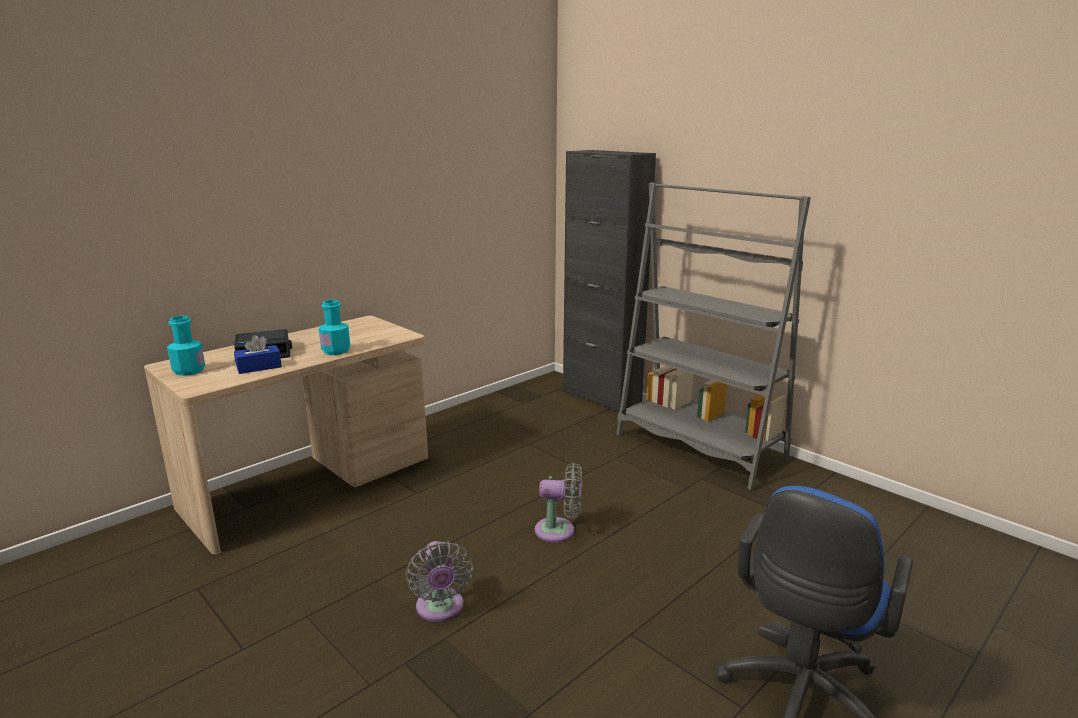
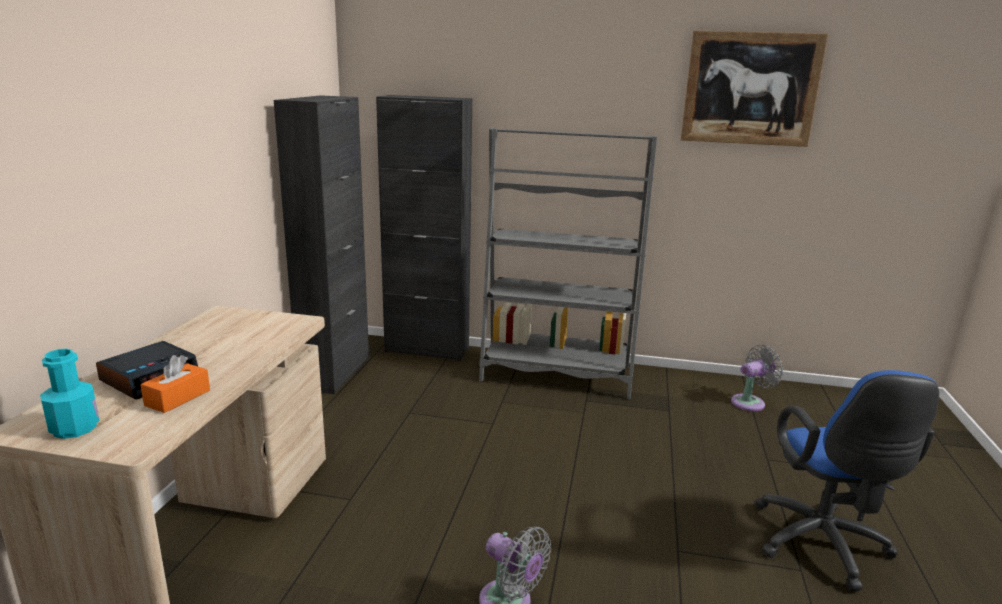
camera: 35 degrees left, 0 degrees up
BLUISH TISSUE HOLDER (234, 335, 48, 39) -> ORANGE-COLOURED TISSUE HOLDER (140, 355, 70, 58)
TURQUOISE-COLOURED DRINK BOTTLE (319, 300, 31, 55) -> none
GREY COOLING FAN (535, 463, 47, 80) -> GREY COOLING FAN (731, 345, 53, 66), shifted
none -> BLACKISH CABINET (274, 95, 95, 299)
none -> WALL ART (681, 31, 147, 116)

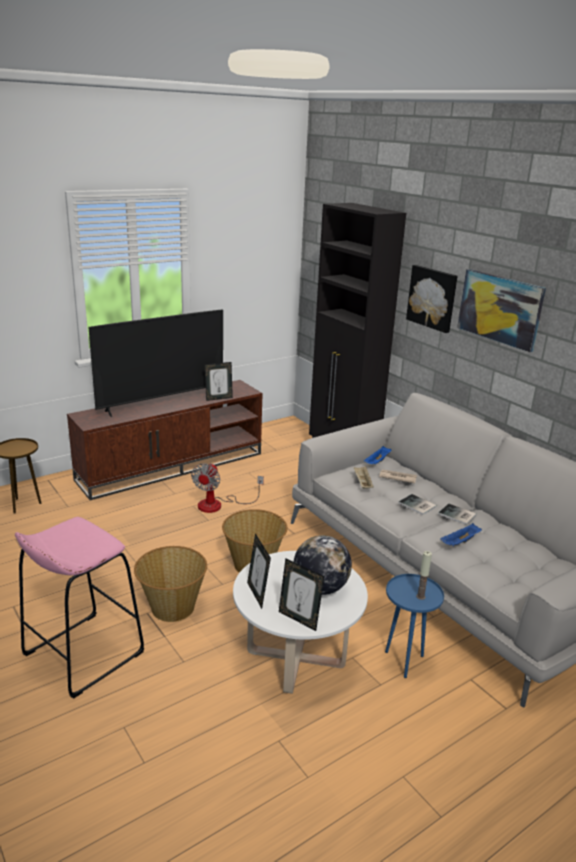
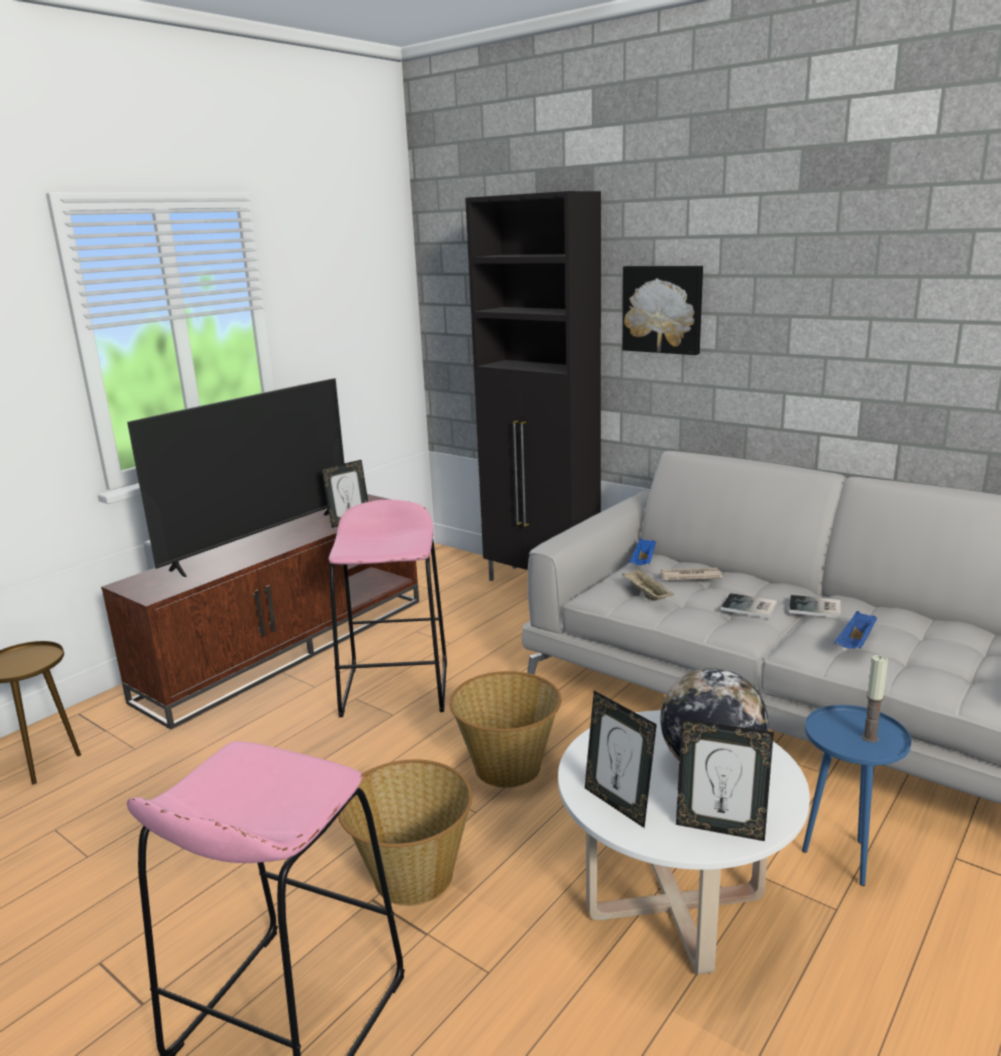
camera: 15 degrees left, 5 degrees down
COOLING FAN (191, 463, 73, 50) -> PINK-COLOURED STOOL (328, 500, 119, 217)
WALL ART (457, 269, 89, 83) -> none

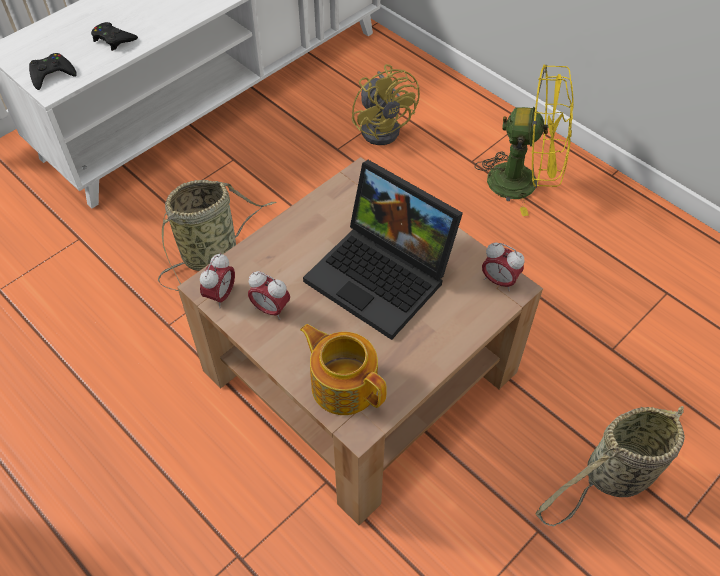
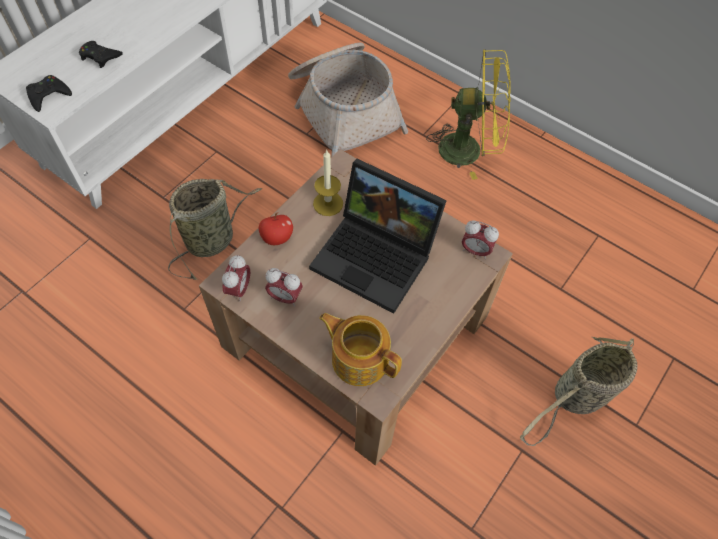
camera: 10 degrees left, 5 degrees up
YELLOW-COLOURED COOLING FAN (352, 64, 68, 81) -> STORAGE BASKET (288, 42, 121, 115)
none -> WHOLE APPLE (259, 212, 34, 33)
none -> CANDLE (313, 150, 30, 66)

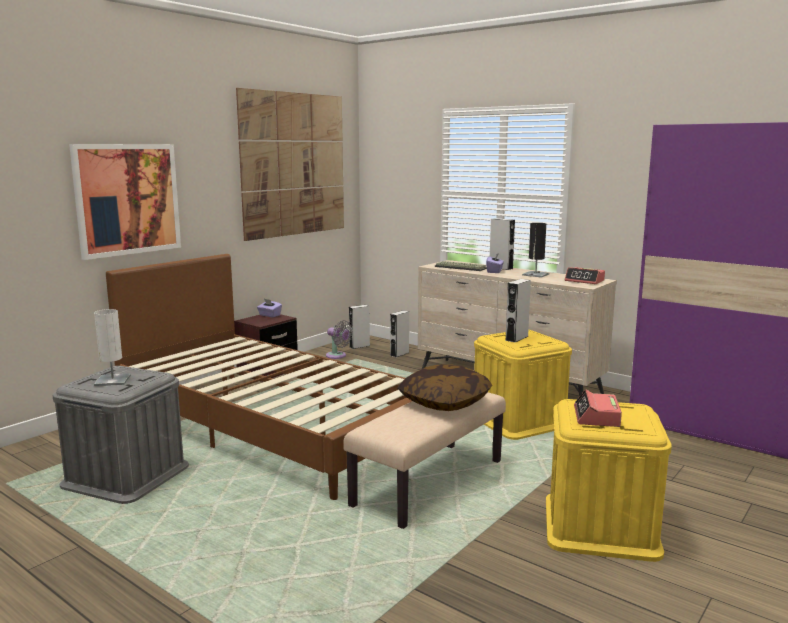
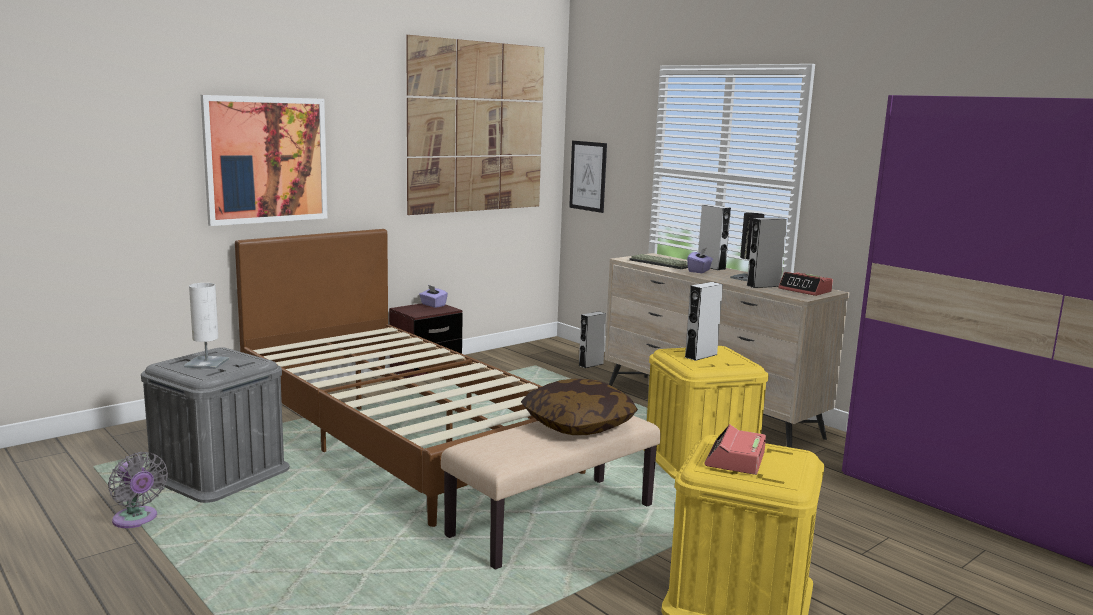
camera: 10 degrees right, 0 degrees up
GREY COOLING FAN (326, 320, 27, 39) -> GREY COOLING FAN (108, 452, 60, 76), shifted
GREY SPEAKER (349, 305, 21, 44) -> GREY SPEAKER (746, 218, 41, 70), shifted
none -> WALL ART (569, 141, 38, 72)

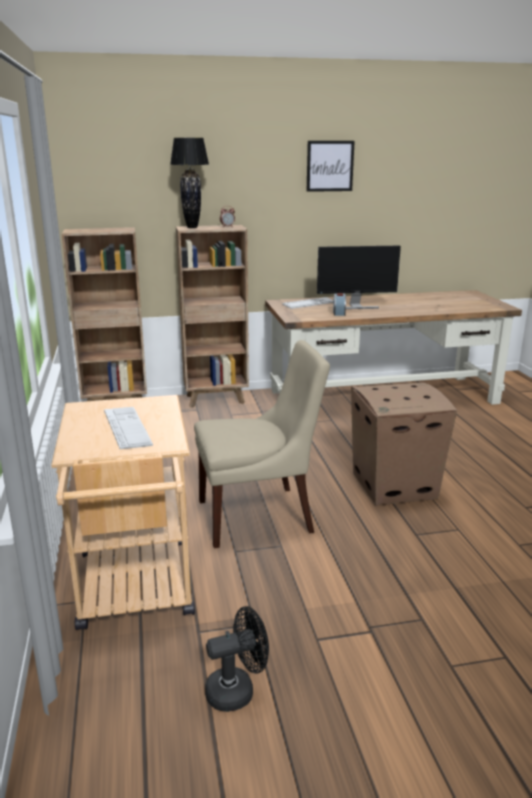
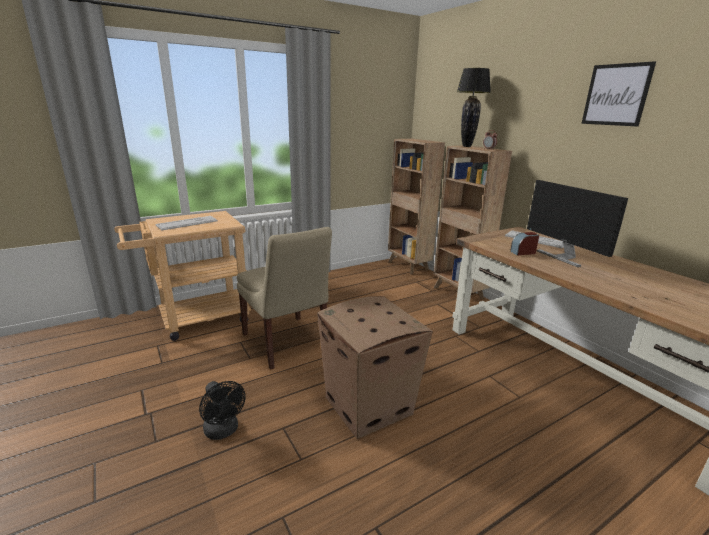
camera: 70 degrees right, 0 degrees up
BLACKISH COOLING FAN (205, 606, 64, 106) -> BLACKISH COOLING FAN (199, 381, 47, 59), shifted

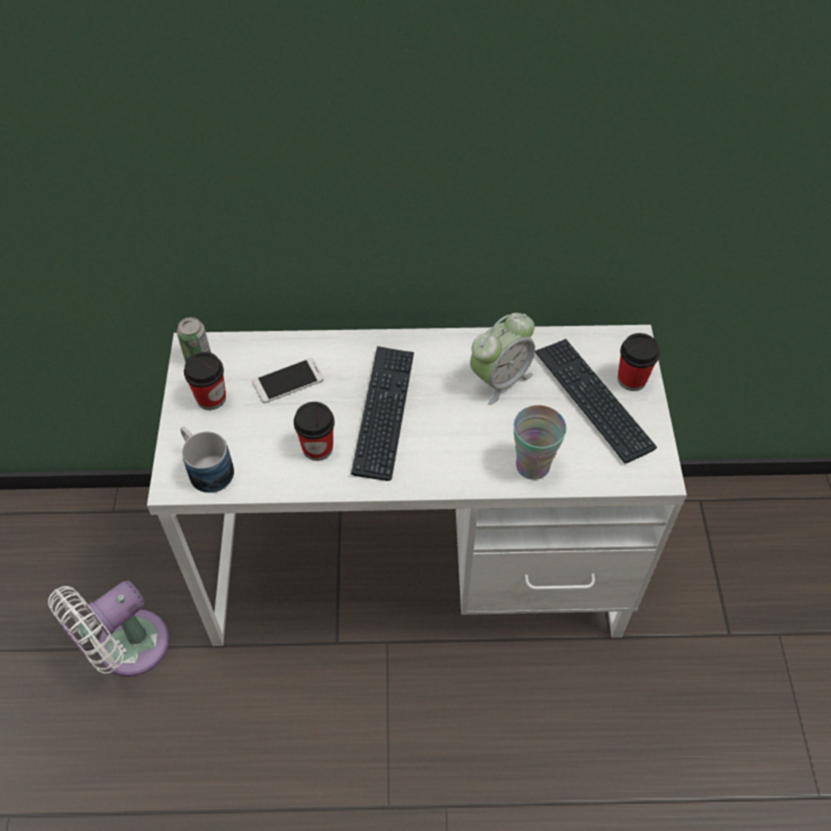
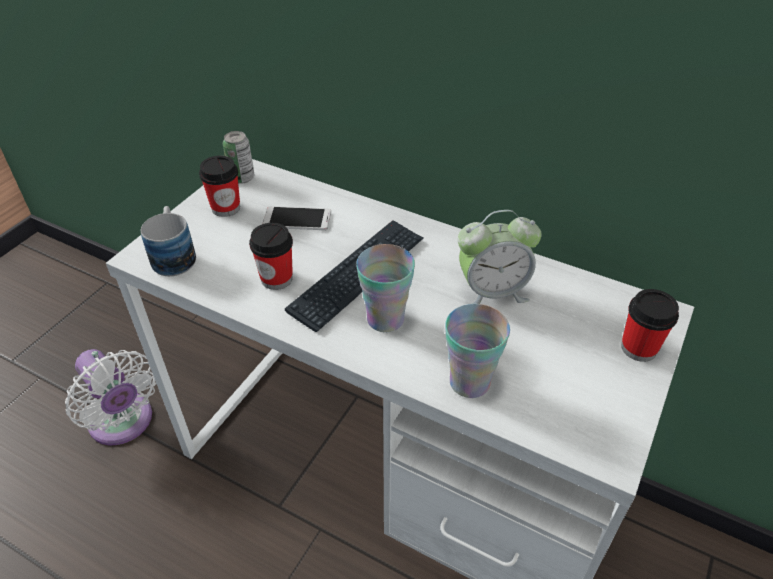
camera: 30 degrees right, 10 degrees down
WHITE-COLOURED COOLING FAN (48, 581, 121, 96) -> WHITE-COLOURED COOLING FAN (65, 349, 91, 96), 120 degrees counterclockwise
KEYBOARD (535, 339, 122, 125) -> none
none -> DRINKING CUP (356, 244, 59, 88)

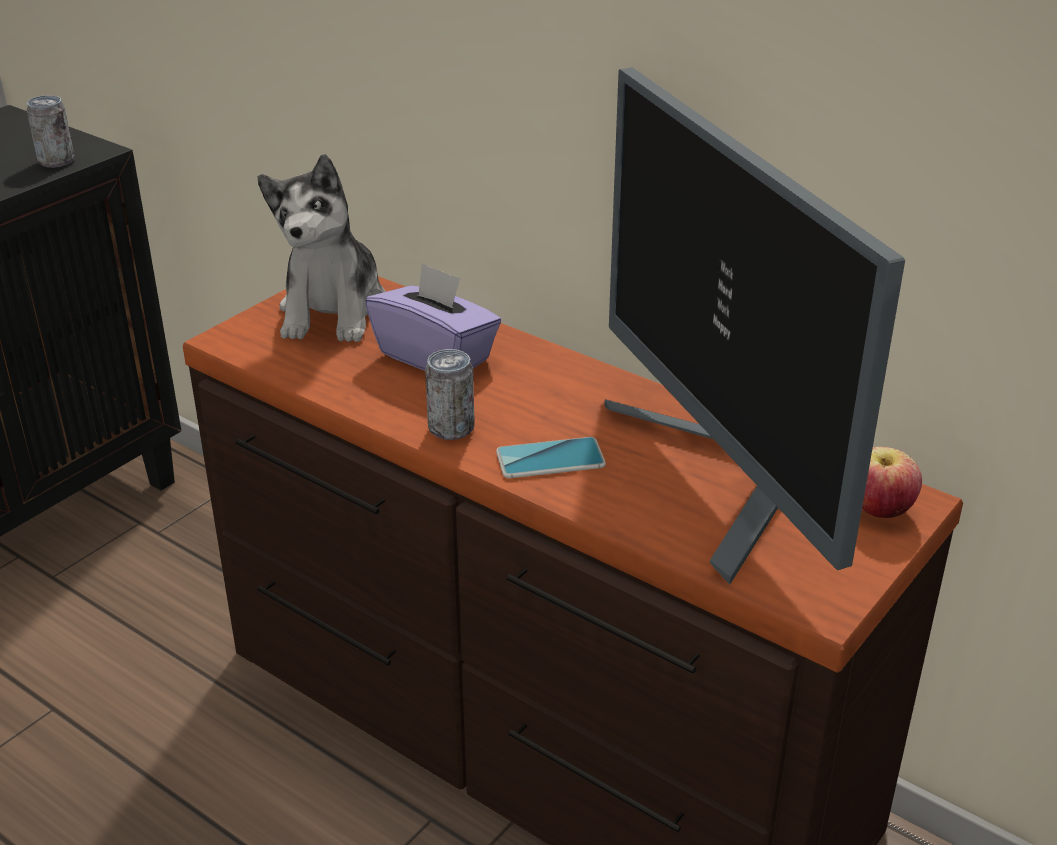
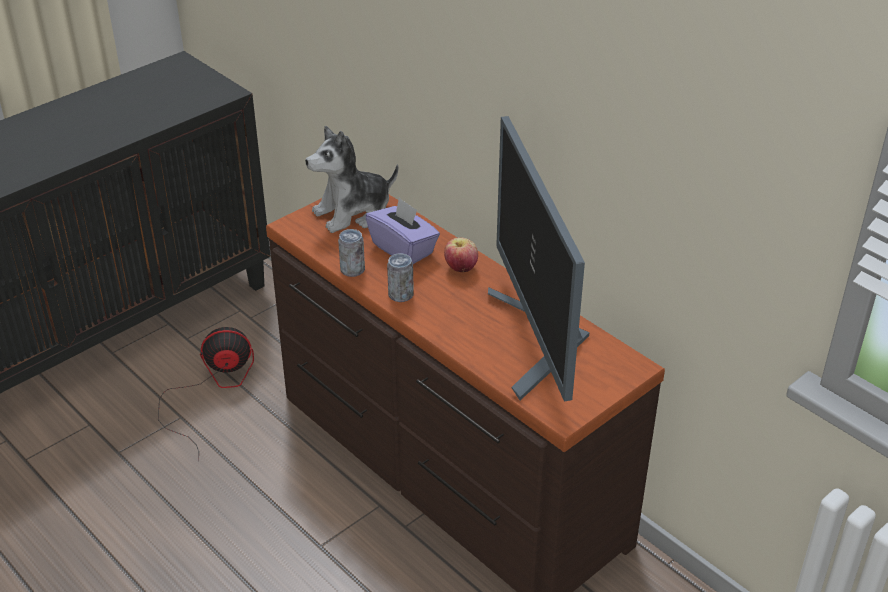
camera: 10 degrees right, 5 degrees up
CAN (27, 95, 48, 73) -> CAN (338, 229, 27, 48), shifted
PLUSH TOY (258, 154, 128, 188) -> PLUSH TOY (305, 126, 93, 107), 45 degrees clockwise
PHONE (496, 437, 110, 41) -> none
WHOLE APPLE (862, 447, 60, 71) -> WHOLE APPLE (444, 237, 34, 35), shifted
none -> COOLING FAN (158, 327, 96, 134)

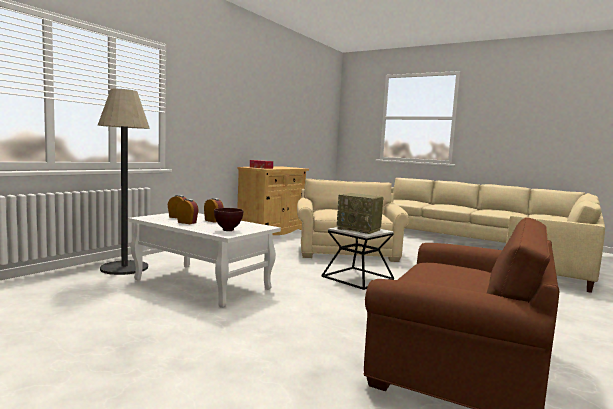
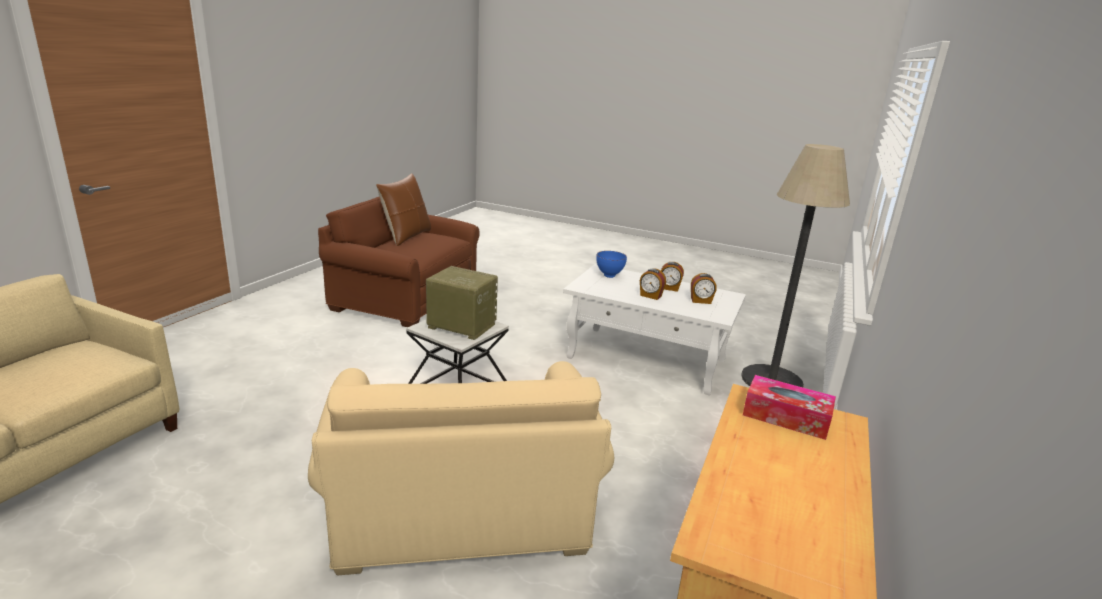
camera: 170 degrees right, 15 degrees up
BROWNISH BOWL (214, 208, 29, 23) -> BLUISH BOWL (596, 251, 31, 27)
none -> BROWNISH THROW PILLOW (376, 173, 55, 73)

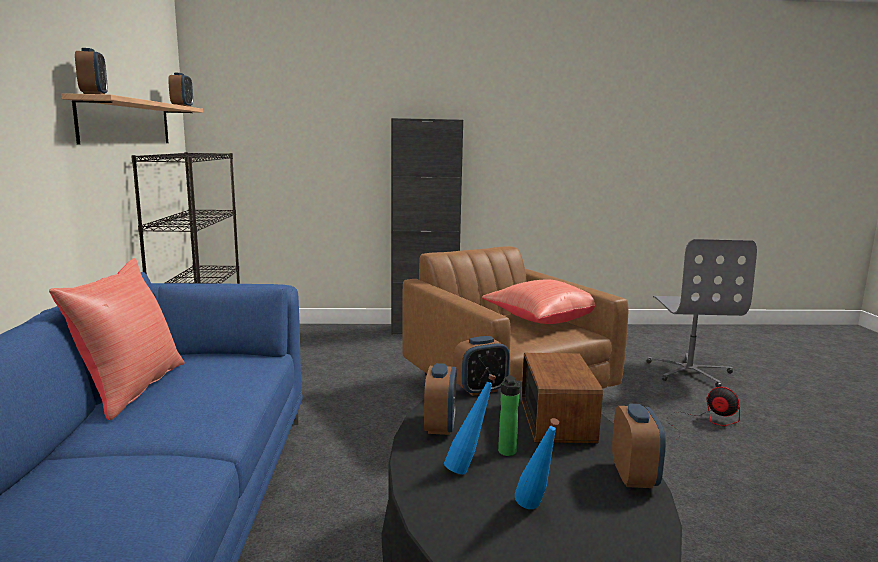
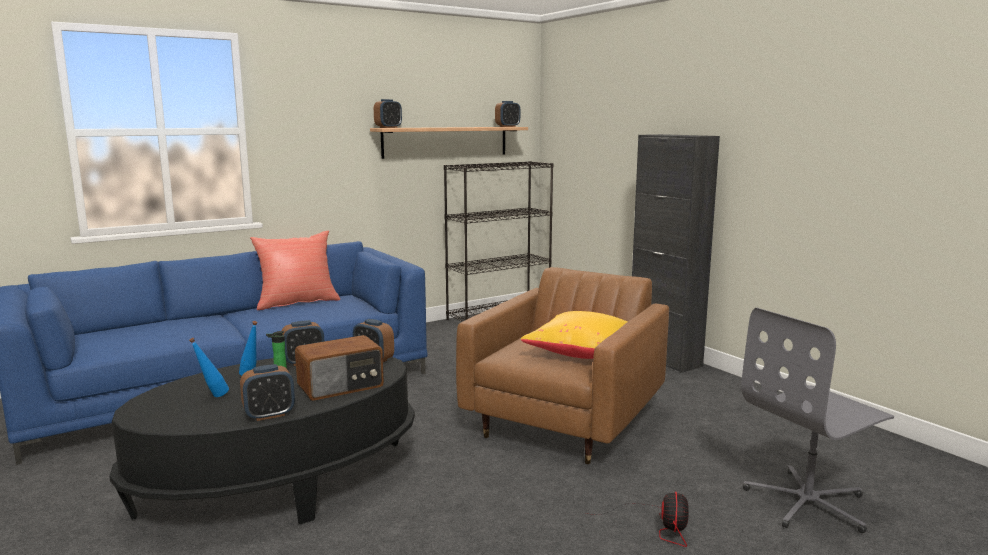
camera: 60 degrees right, 0 degrees up
RED-COLOURED THROW PILLOW (482, 279, 114, 45) -> YELLOW-COLOURED THROW PILLOW (521, 311, 106, 48)

